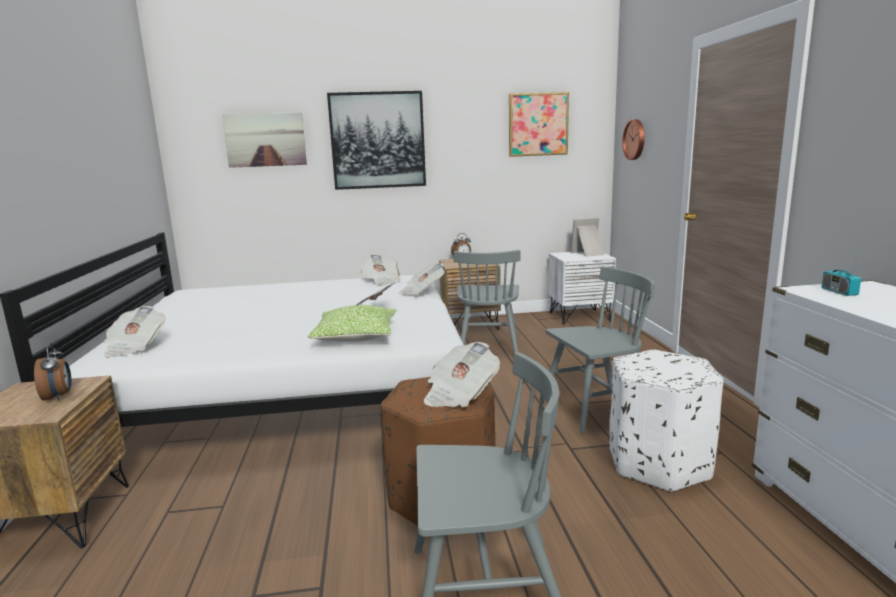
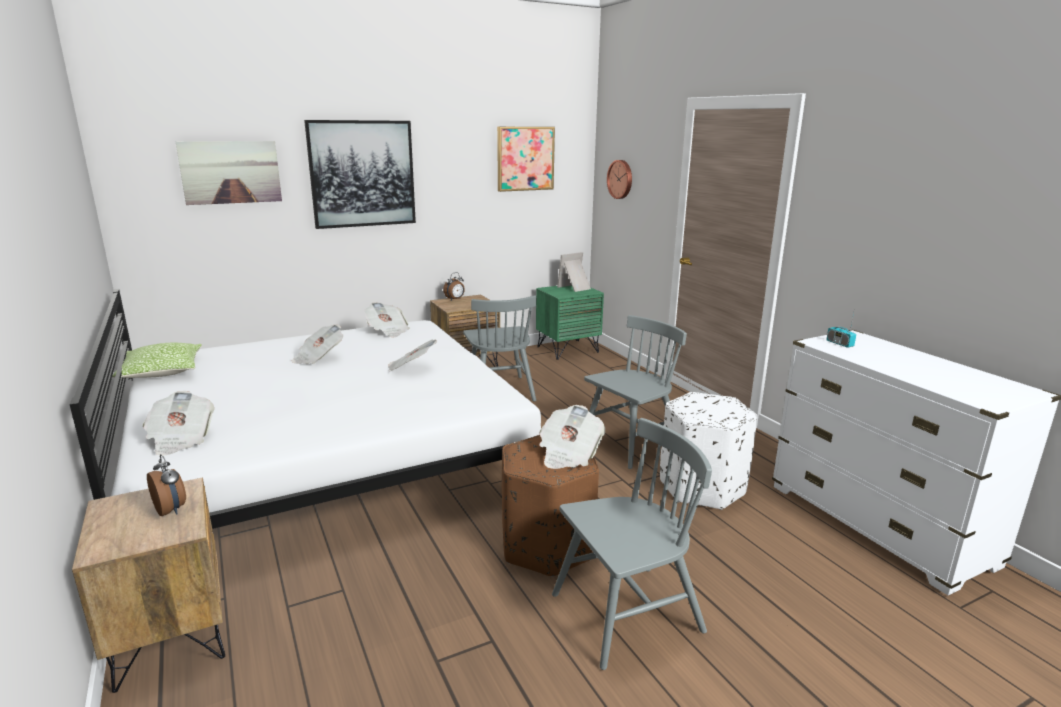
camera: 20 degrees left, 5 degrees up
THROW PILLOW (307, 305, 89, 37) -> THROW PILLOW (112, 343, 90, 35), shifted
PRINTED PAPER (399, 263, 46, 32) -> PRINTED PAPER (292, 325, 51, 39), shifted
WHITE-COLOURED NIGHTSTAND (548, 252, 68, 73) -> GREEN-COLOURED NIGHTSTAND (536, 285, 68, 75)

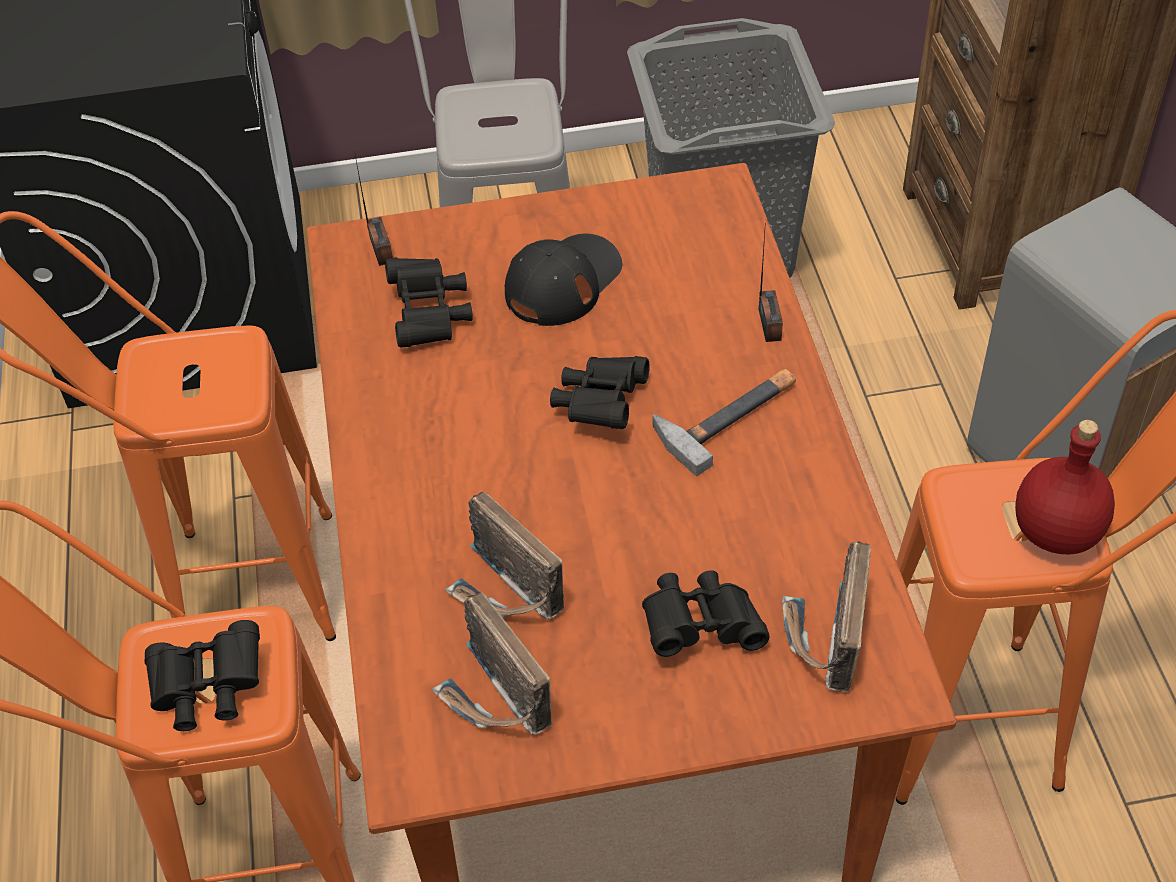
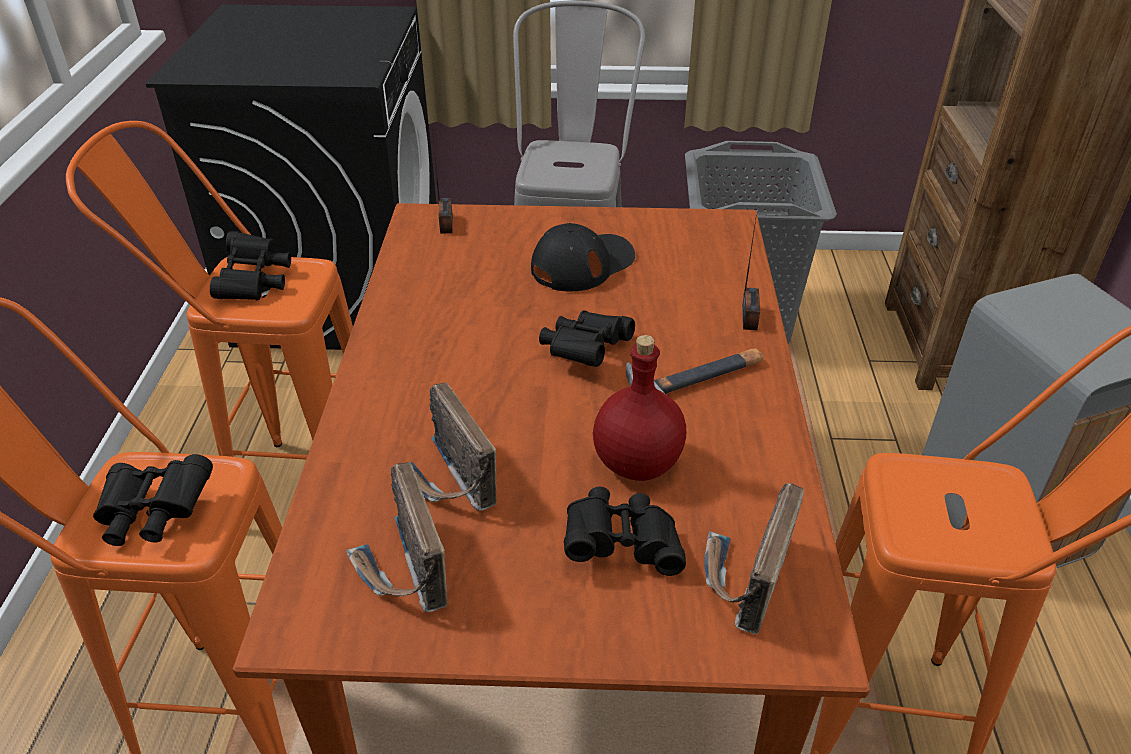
camera: 10 degrees right, 10 degrees down
BLACKISH PAIR OF BINOCULARS (385, 257, 87, 90) -> BLACKISH PAIR OF BINOCULARS (210, 231, 81, 70), shifted
RED-COLOURED DRINK BOTTLE (1015, 420, 100, 134) -> RED-COLOURED DRINK BOTTLE (593, 335, 93, 146), shifted

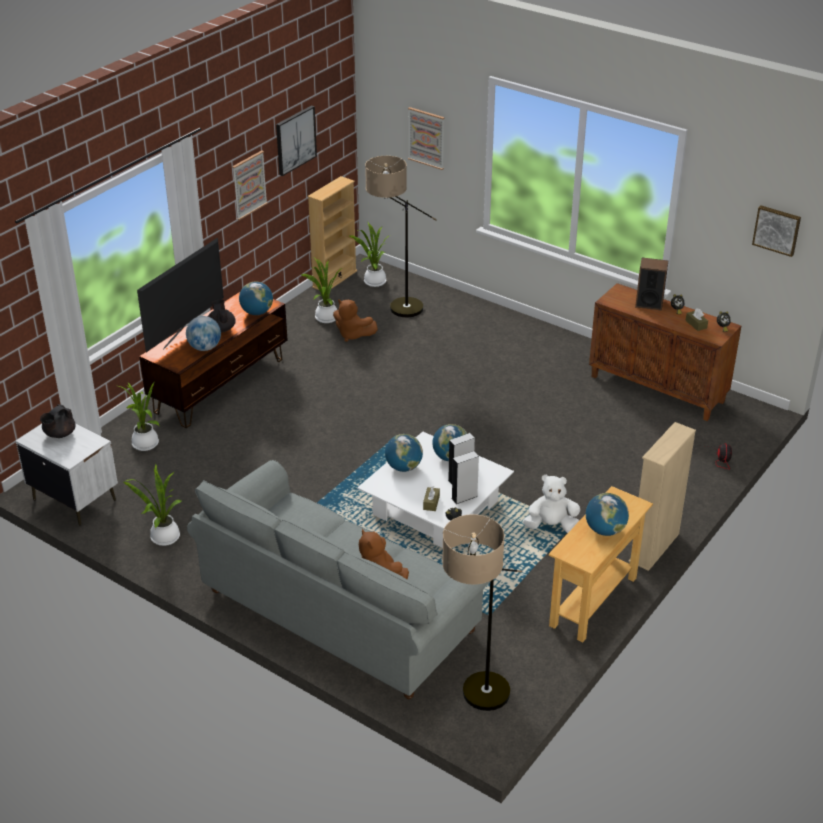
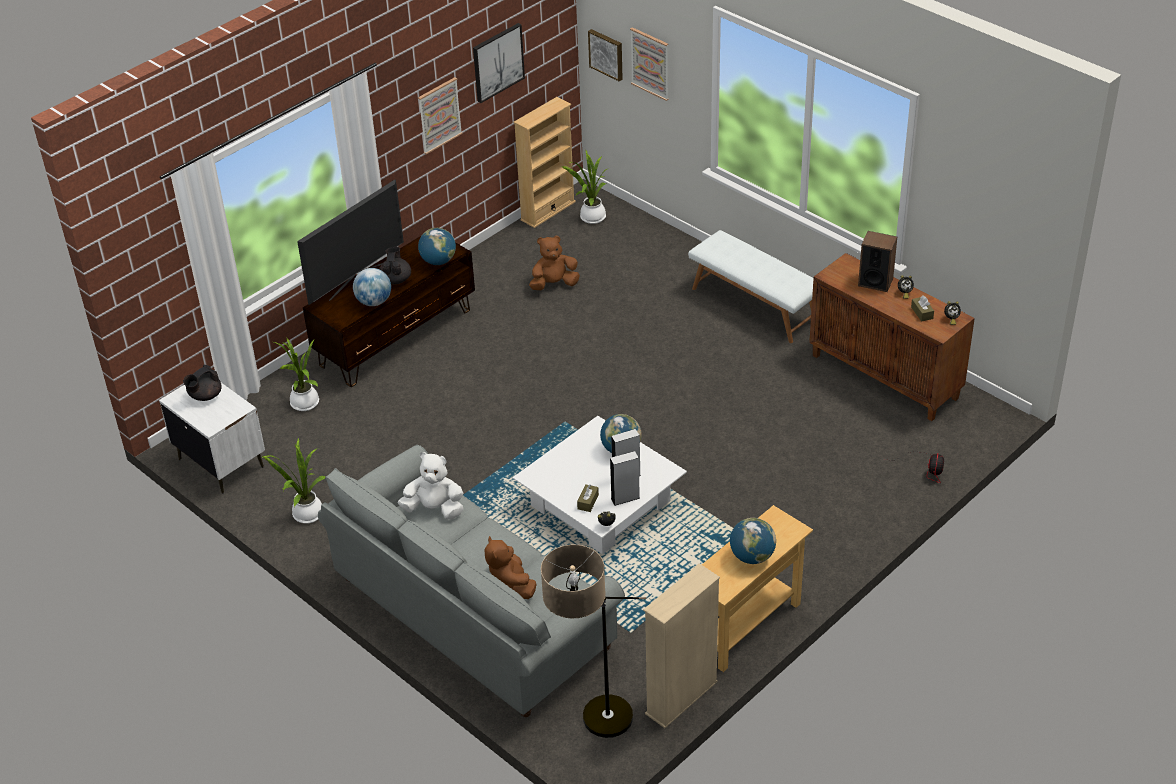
camera: 10 degrees right, 5 degrees up
POTTED PLANT (301, 258, 41, 65) -> none
BROWNISH PLUSH TOY (333, 299, 45, 43) -> BROWNISH PLUSH TOY (529, 236, 51, 54), 120 degrees clockwise
STANDARD LAMP (365, 156, 72, 161) -> none
GLOBE (385, 434, 38, 38) -> none
WHITE-COLOURED PLUSH TOY (523, 475, 57, 58) -> WHITE-COLOURED PLUSH TOY (398, 452, 66, 67), shifted
BEIGE-COLOURED BOOKSHELF (628, 422, 68, 149) -> BEIGE-COLOURED BOOKSHELF (643, 563, 77, 165), shifted
WALL ART (752, 205, 49, 52) -> WALL ART (588, 29, 35, 52), shifted
none -> WHITE-COLOURED BENCH (688, 230, 126, 113)

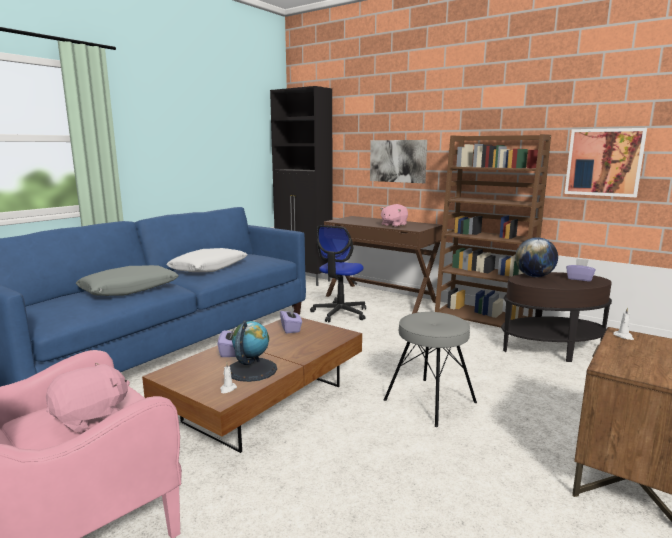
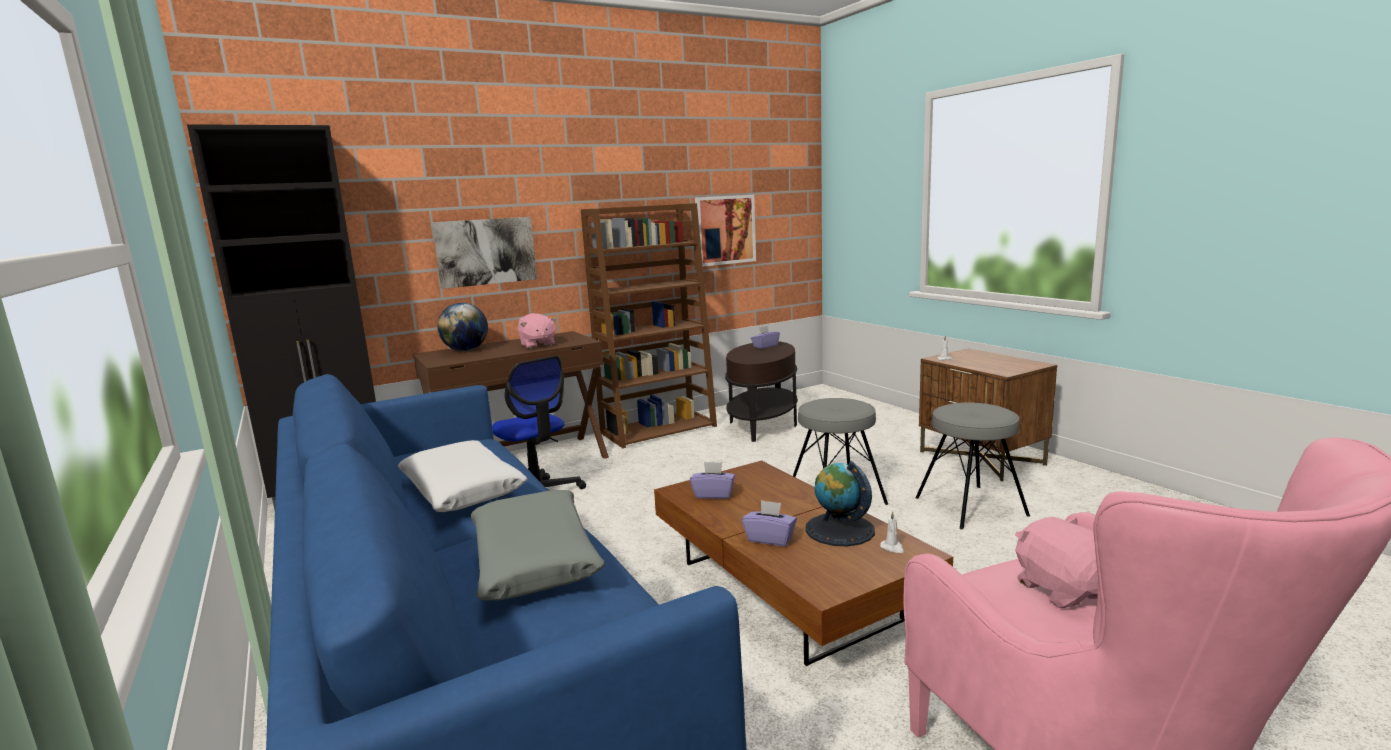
camera: 65 degrees left, 0 degrees up
GLOBE (515, 237, 43, 40) -> GLOBE (437, 303, 51, 48), shifted
none -> GREY STOOL (915, 402, 115, 127)

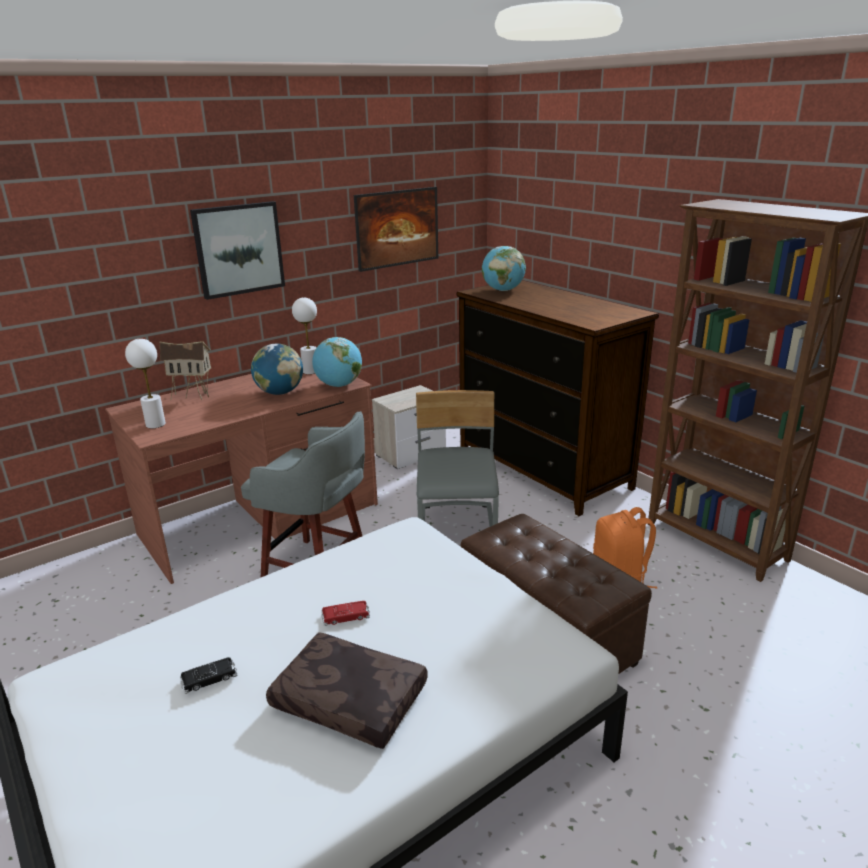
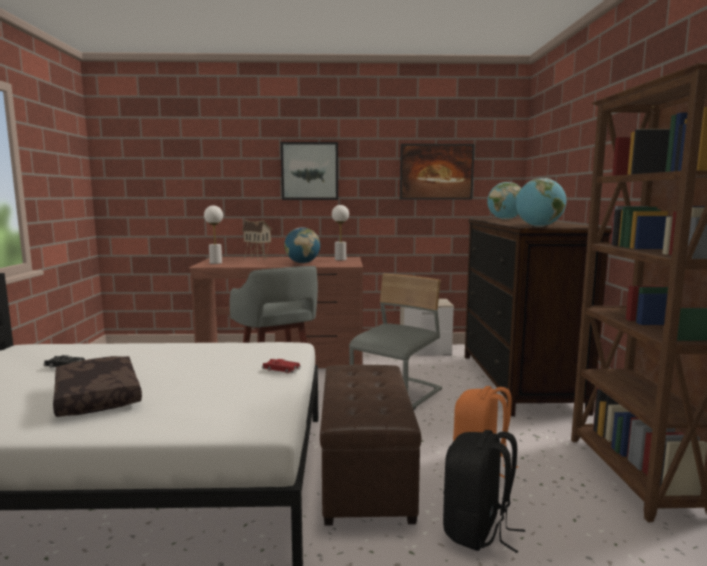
camera: 35 degrees right, 15 degrees down
GLOBE (312, 337, 50, 50) -> GLOBE (516, 178, 50, 49), shifted
RED-COLOURED MODEL CAR (321, 601, 49, 25) -> RED-COLOURED MODEL CAR (262, 359, 39, 14), shifted
none -> BLACKISH BACKPACK (443, 430, 82, 123)

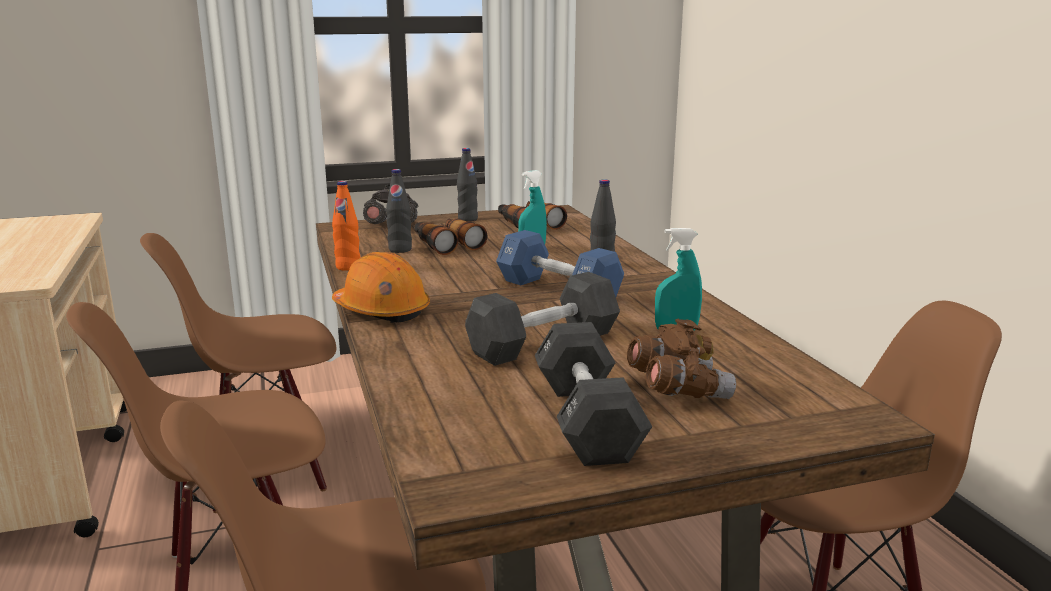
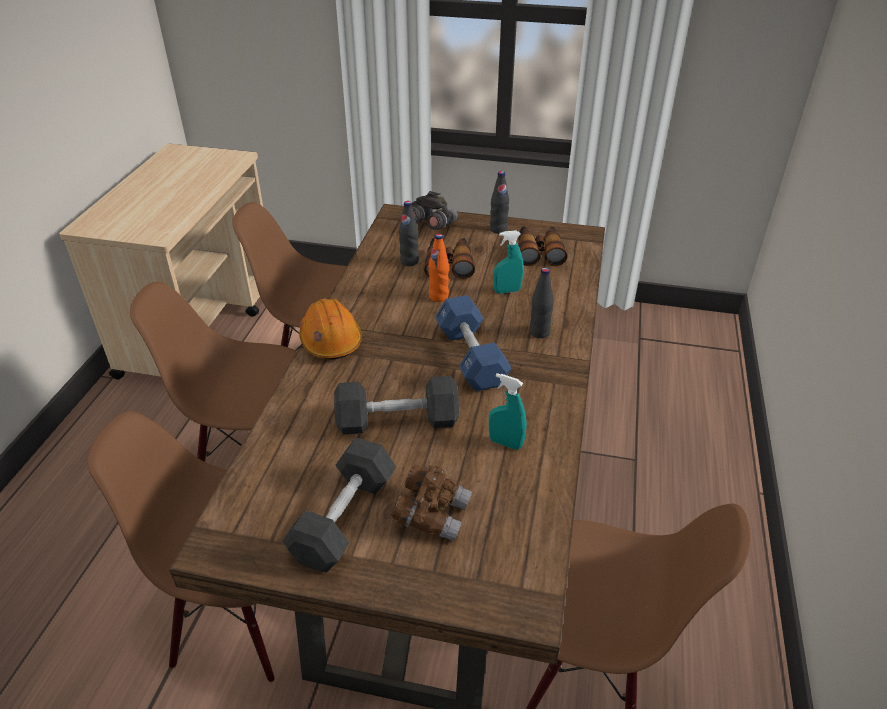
camera: 30 degrees right, 20 degrees up
ORANGE-COLOURED DRINK BOTTLE (332, 181, 29, 90) -> ORANGE-COLOURED DRINK BOTTLE (428, 234, 21, 68), shifted

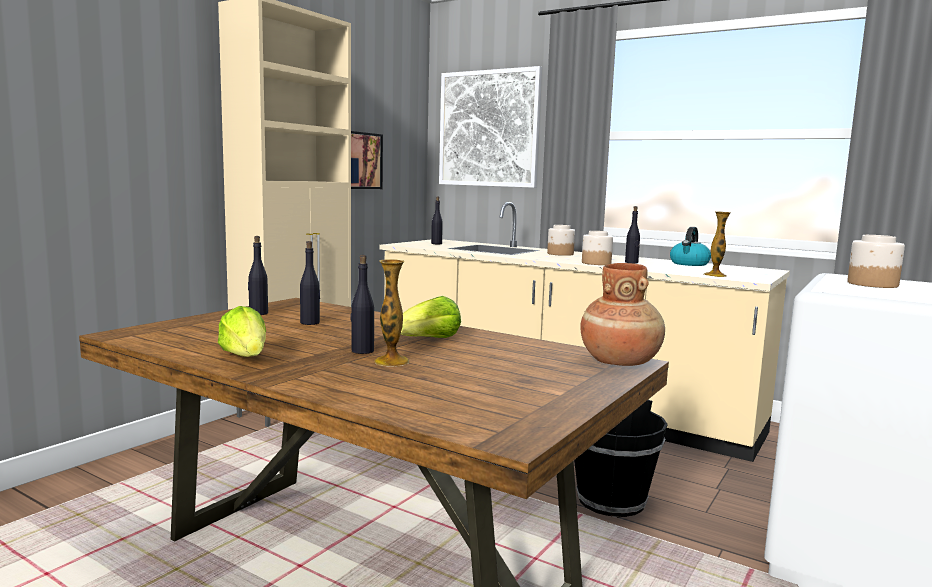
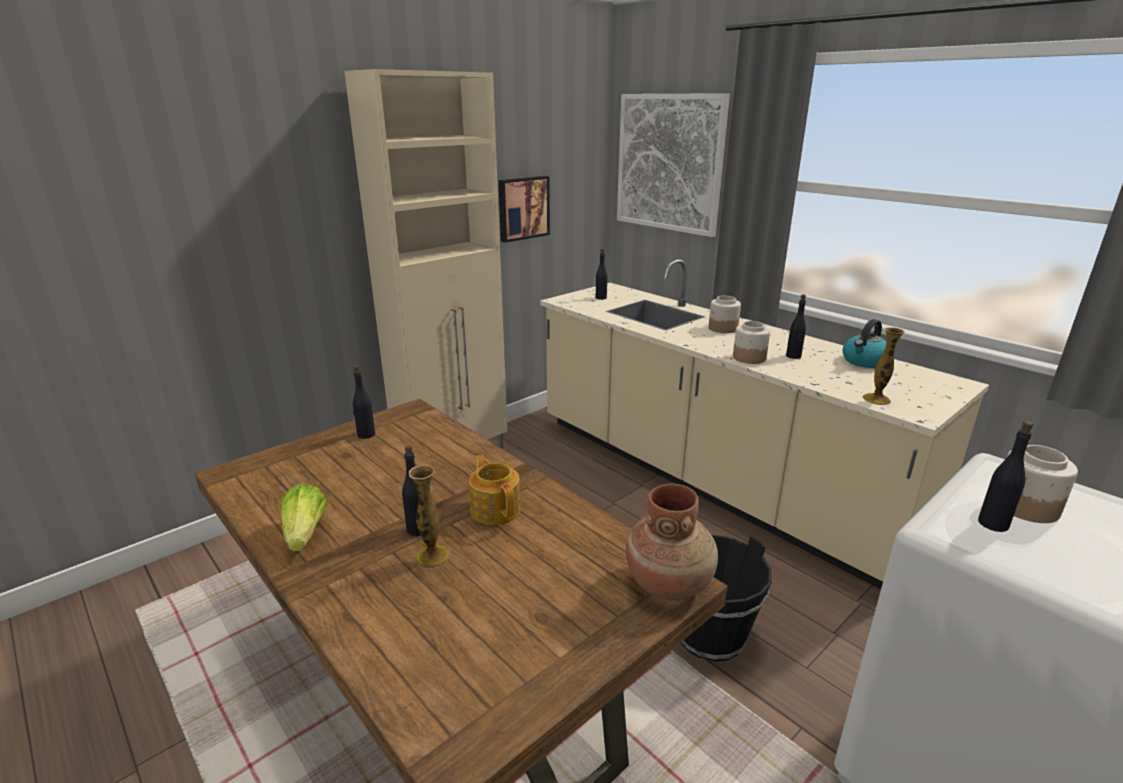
camera: 15 degrees right, 15 degrees up
BLACKISH DRINK BOTTLE (300, 241, 20, 84) -> BLACKISH DRINK BOTTLE (978, 421, 55, 111), shifted
LETTUCE (400, 296, 61, 42) -> TEAPOT (469, 455, 52, 70)

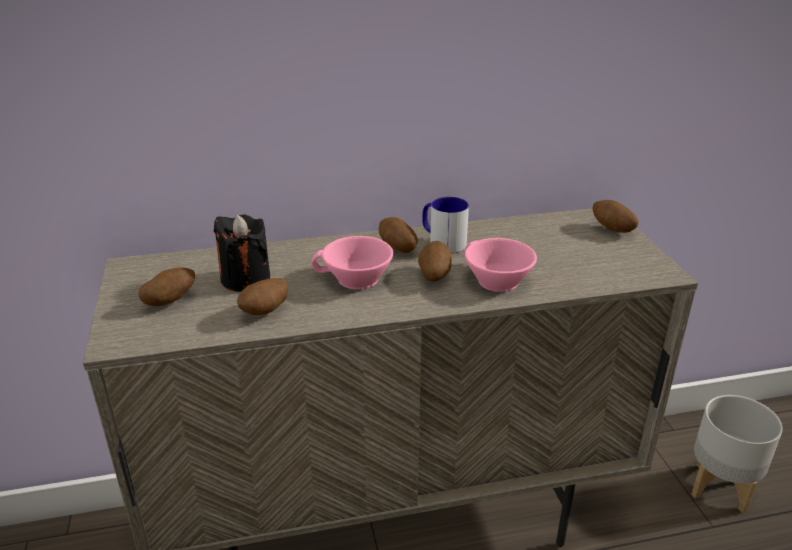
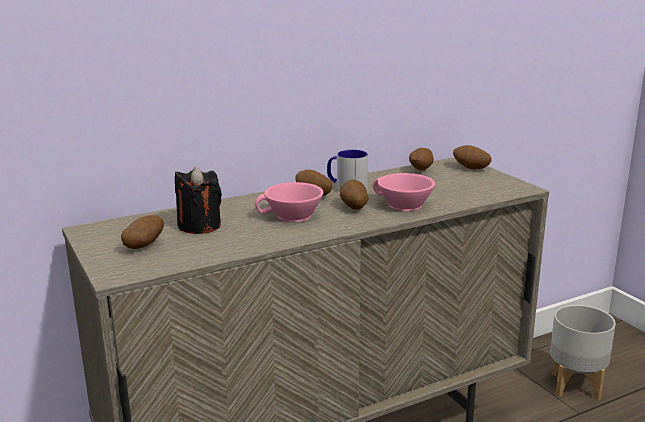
camera: 15 degrees left, 10 degrees down
POTATO (237, 278, 51, 37) -> POTATO (409, 148, 25, 23), shifted

